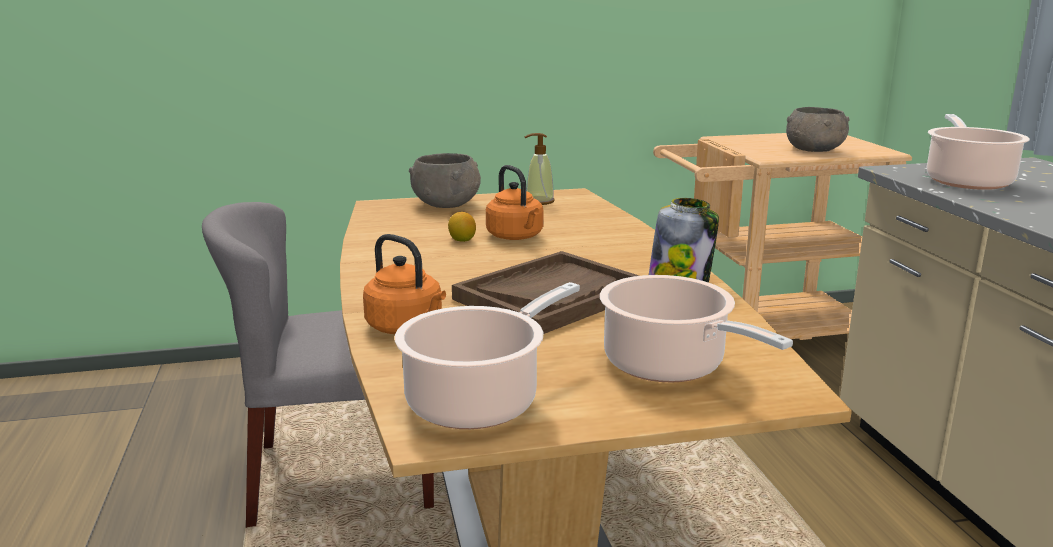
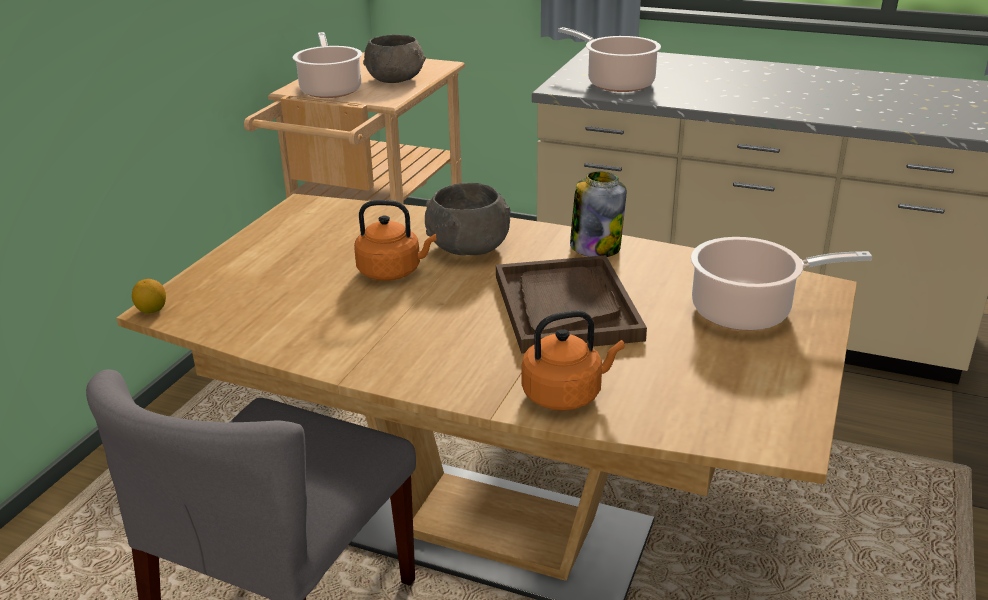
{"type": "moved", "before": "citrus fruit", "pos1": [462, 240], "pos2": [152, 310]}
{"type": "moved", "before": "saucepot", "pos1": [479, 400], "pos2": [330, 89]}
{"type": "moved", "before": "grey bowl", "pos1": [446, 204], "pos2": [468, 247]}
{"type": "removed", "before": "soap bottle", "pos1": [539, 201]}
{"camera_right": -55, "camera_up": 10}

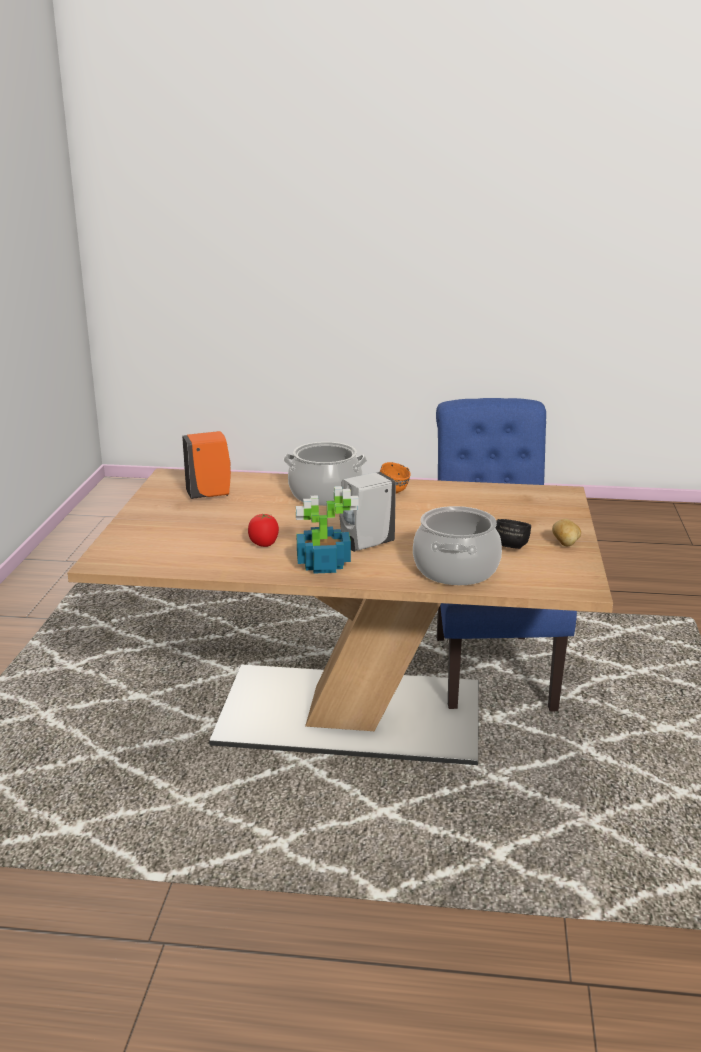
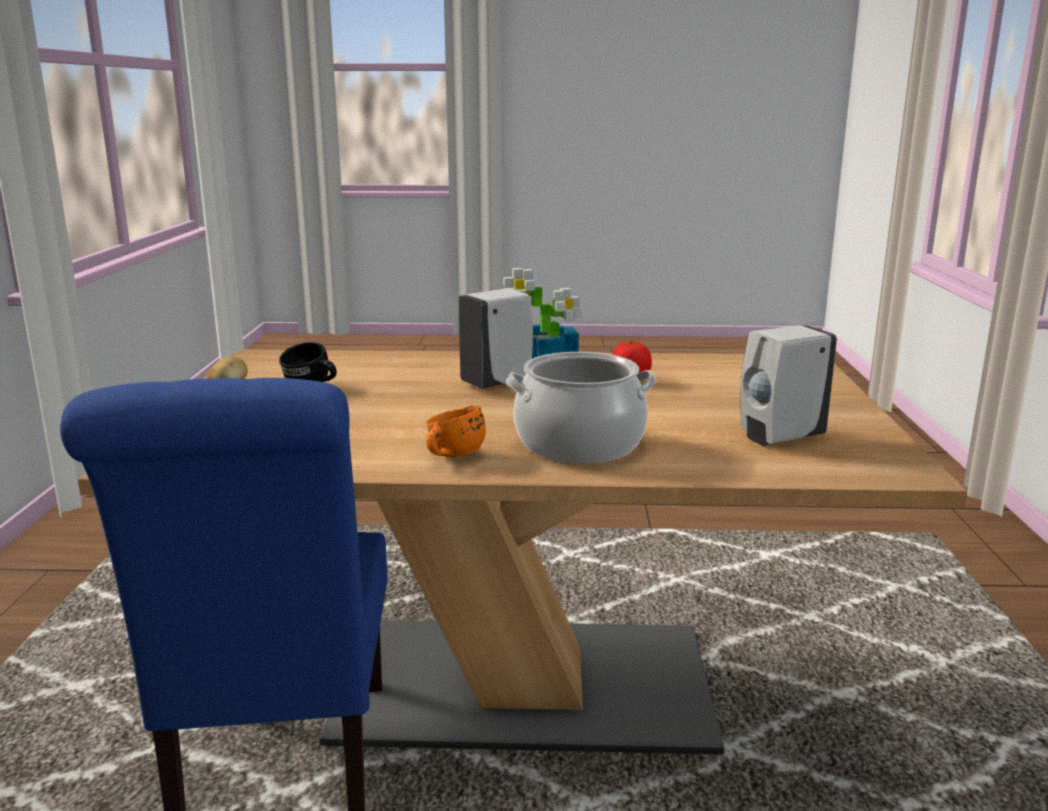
{"type": "recoloured", "before": "orange-coloured soap bottle", "after": "white-coloured soap bottle", "pos1": [210, 495], "pos2": [778, 438]}
{"type": "removed", "before": "saucepot", "pos1": [456, 570]}
{"camera_right": 175, "camera_up": -5}

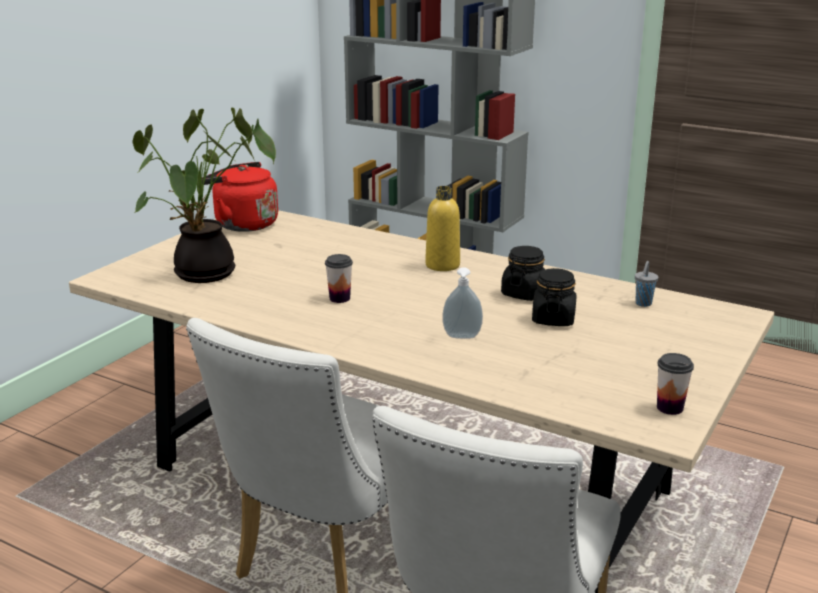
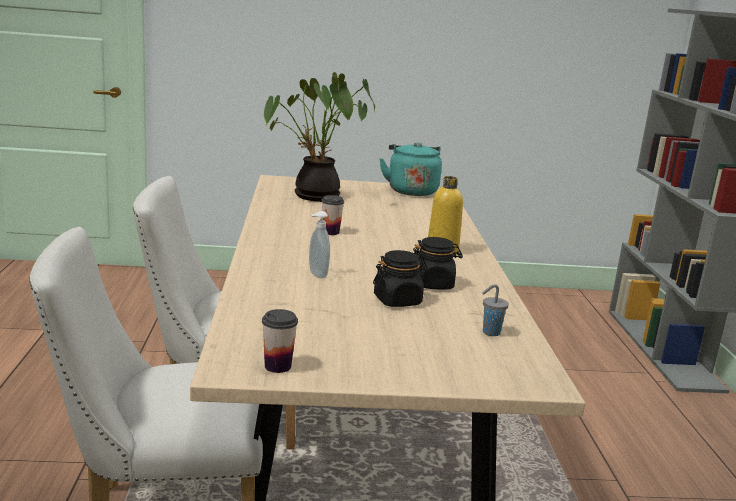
{"type": "recoloured", "before": "reddish kettle", "after": "turquoise kettle", "pos1": [242, 224], "pos2": [411, 190]}
{"camera_right": 55, "camera_up": -5}

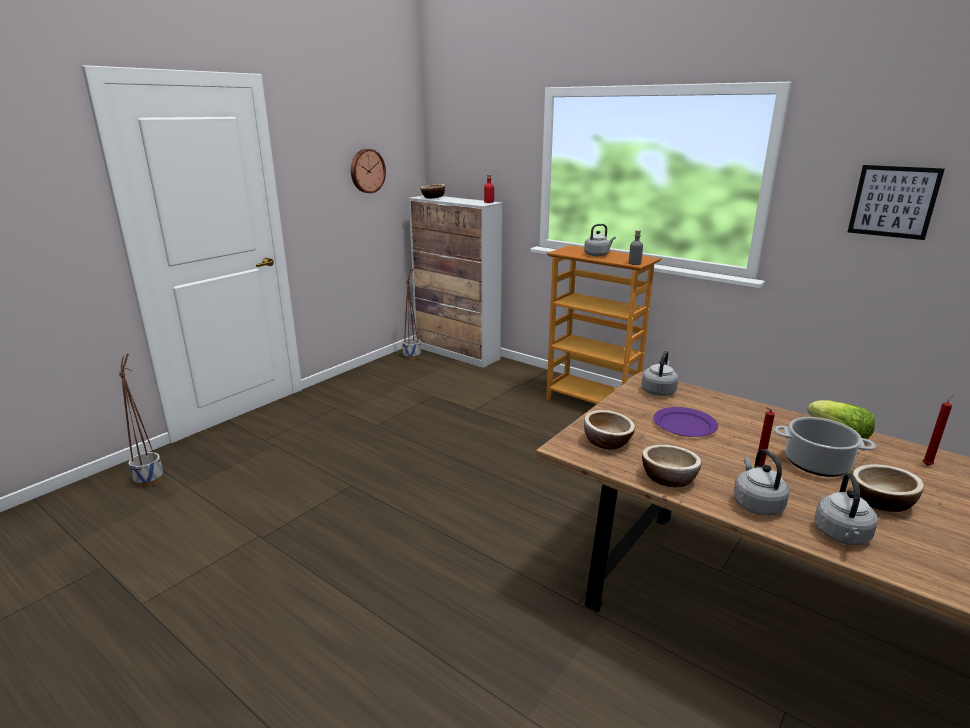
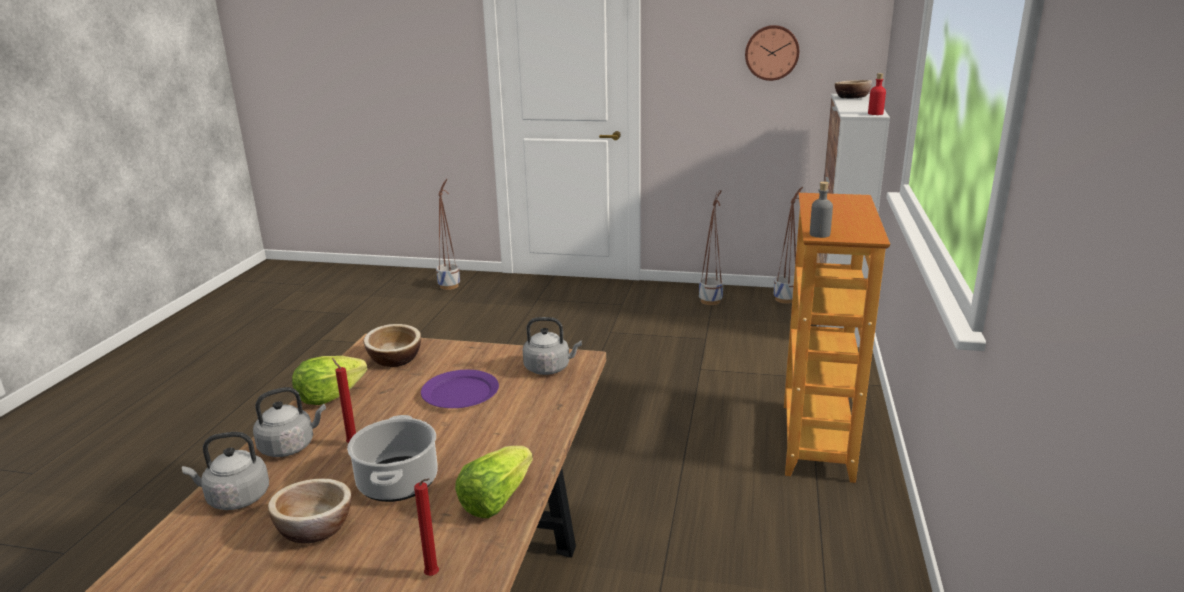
{"type": "replaced", "before": "bowl", "after": "head of lettuce", "pos1": [668, 478], "pos2": [329, 397]}
{"type": "added", "after": "plant pot", "pos2": [710, 301]}
{"type": "removed", "before": "grey kettle", "pos1": [598, 254]}
{"type": "removed", "before": "wall picture", "pos1": [893, 201]}
{"camera_right": 65, "camera_up": 0}

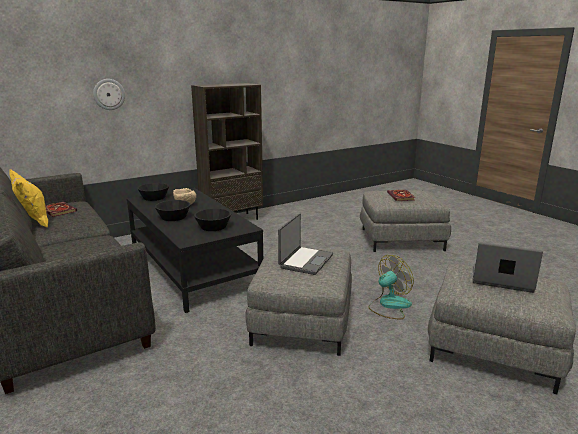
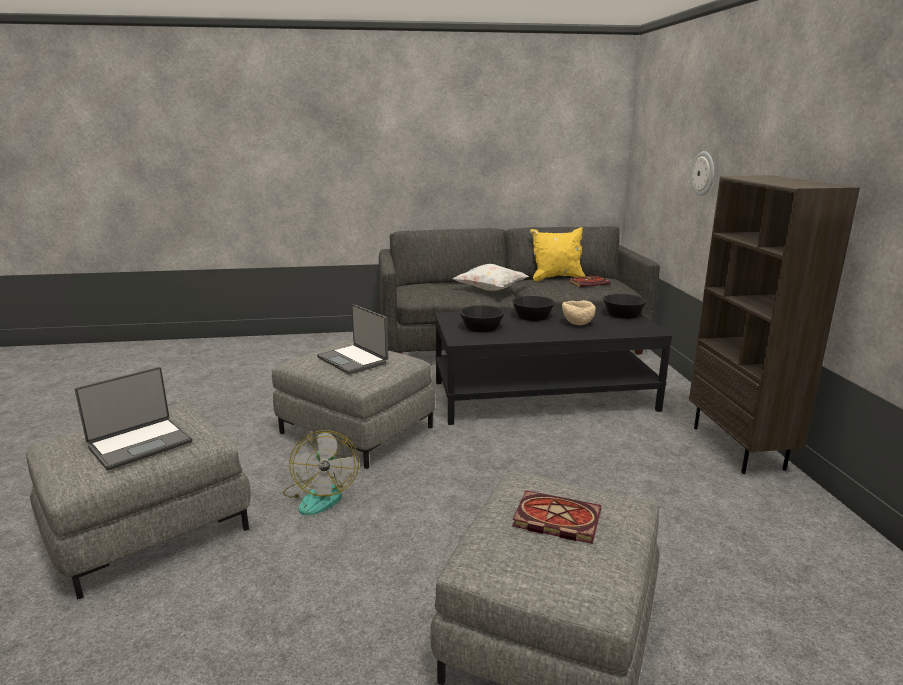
{"type": "added", "after": "white-coloured throw pillow", "pos2": [491, 290]}
{"camera_right": 115, "camera_up": 0}

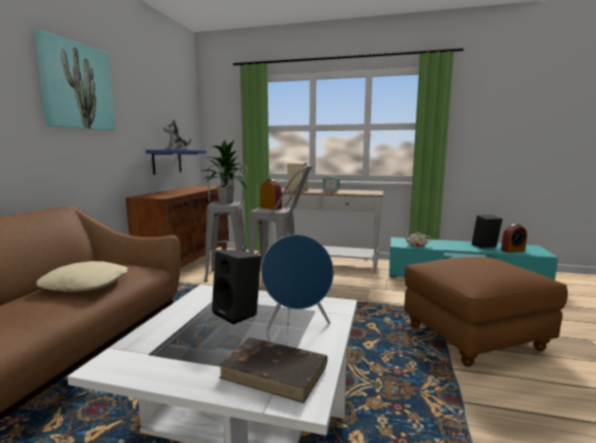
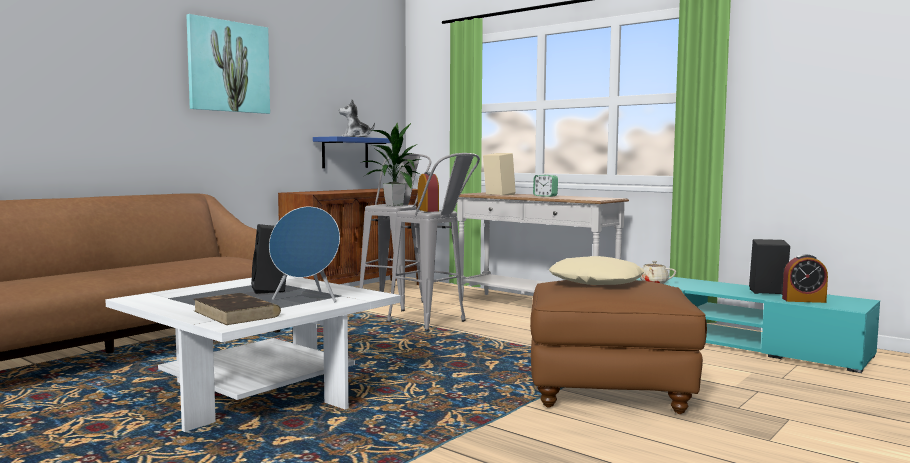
{"type": "moved", "before": "sand-coloured throw pillow", "pos1": [86, 284], "pos2": [596, 282]}
{"camera_right": 25, "camera_up": -5}

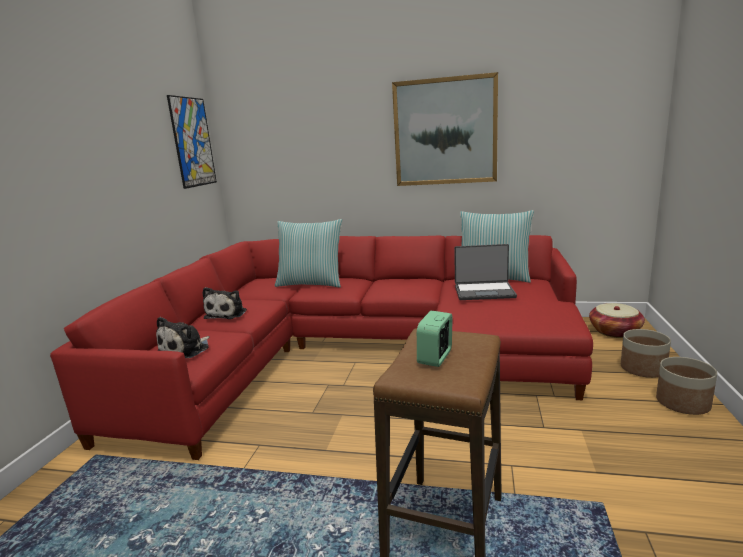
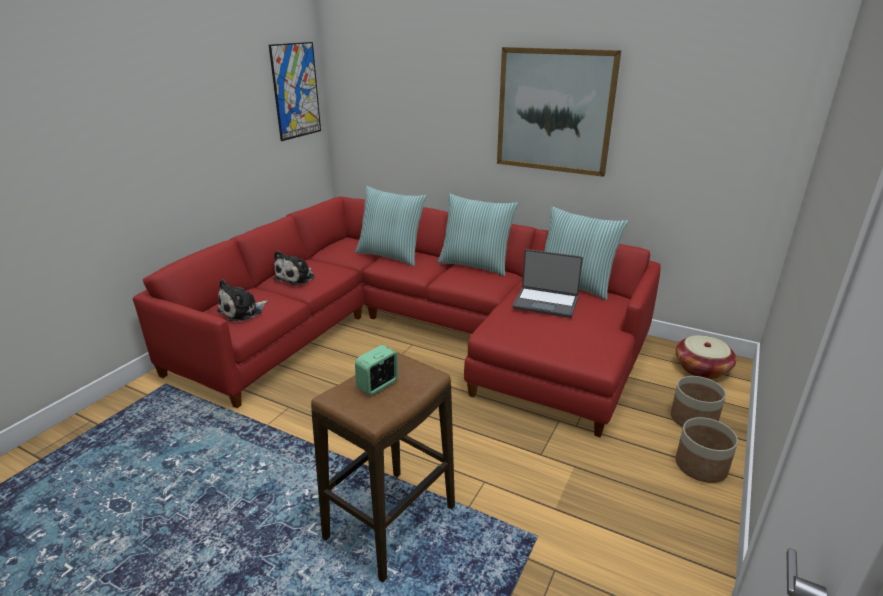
{"type": "added", "after": "throw pillow", "pos2": [475, 265]}
{"camera_right": 15, "camera_up": 10}

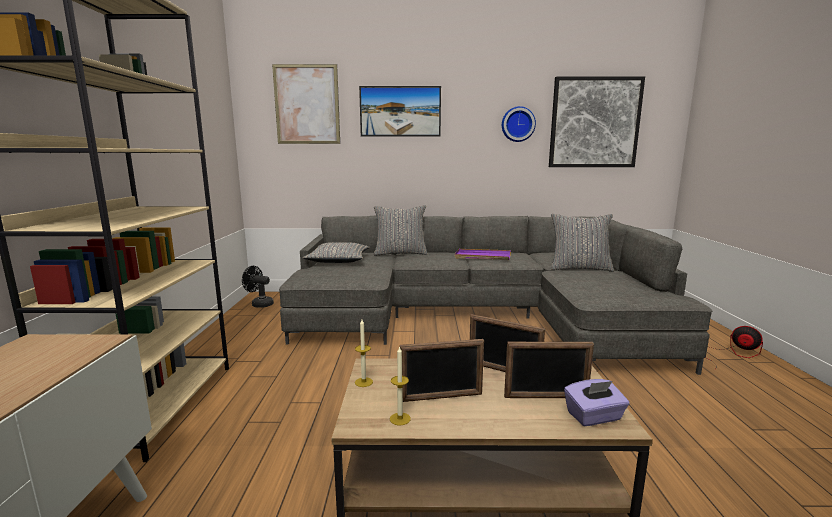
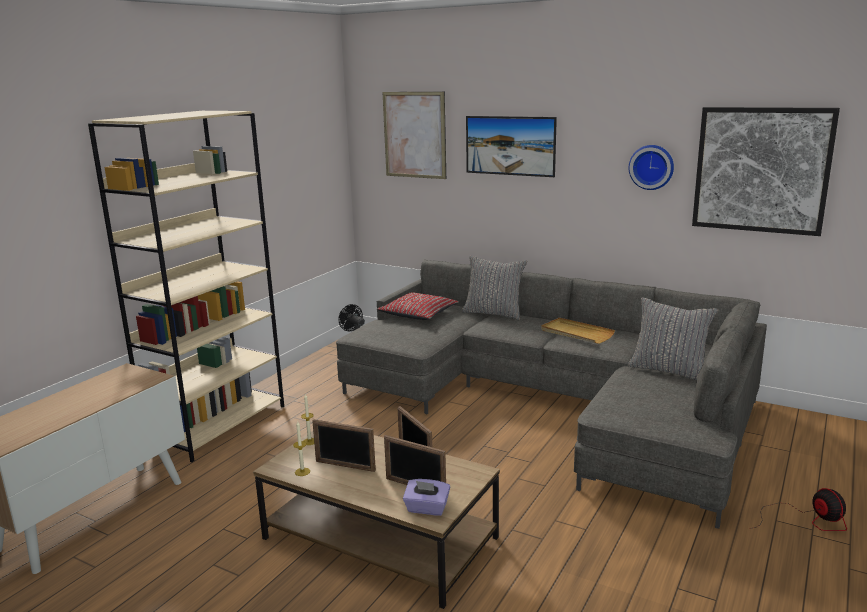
{"type": "recoloured", "before": "grey throw pillow", "after": "reddish throw pillow", "pos1": [338, 260], "pos2": [418, 314]}
{"type": "recoloured", "before": "purple serving tray", "after": "sand-coloured serving tray", "pos1": [482, 257], "pos2": [576, 333]}
{"camera_right": 30, "camera_up": 5}

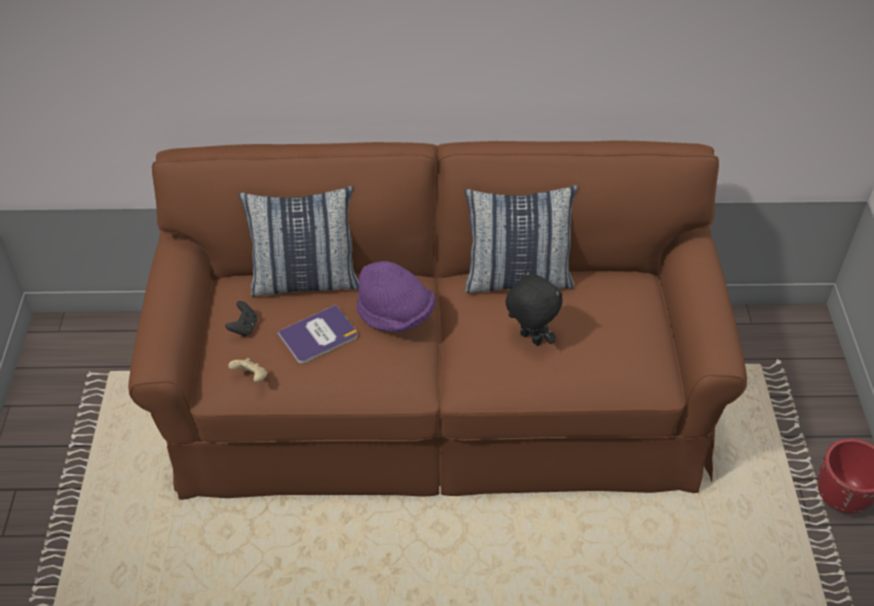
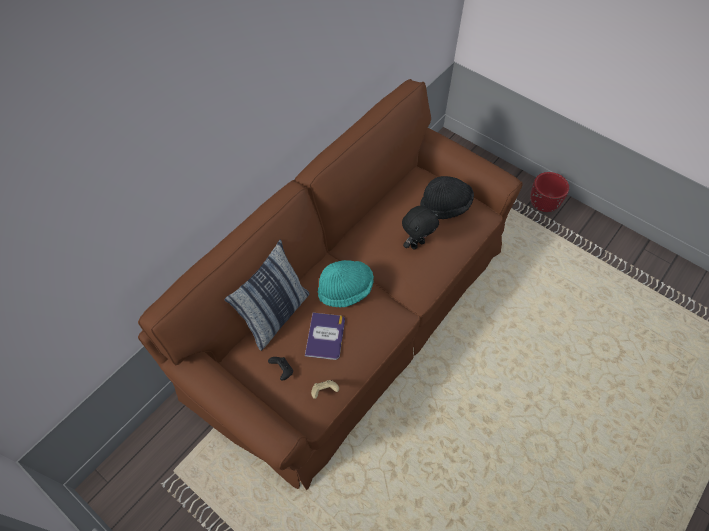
{"type": "recoloured", "before": "purple clothing hat", "after": "turquoise clothing hat", "pos1": [395, 315], "pos2": [345, 290]}
{"type": "turned", "before": "black cuddly toy", "pos1": [529, 339], "pos2": [417, 244], "turn": 150}
{"type": "added", "after": "black clothing hat", "pos2": [445, 206]}
{"type": "removed", "before": "throw pillow", "pos1": [517, 279]}
{"camera_right": -50, "camera_up": 10}

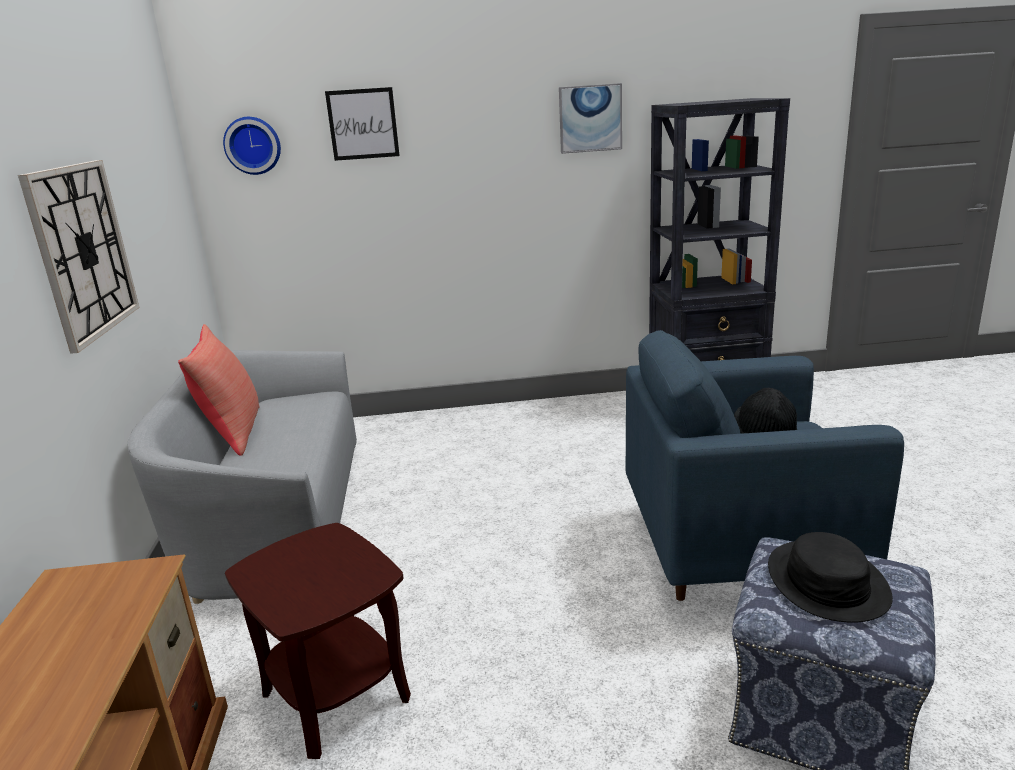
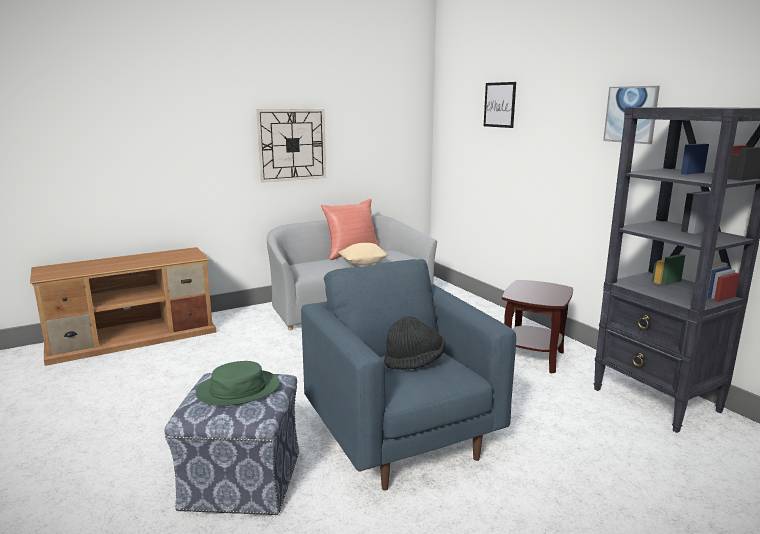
{"type": "recoloured", "before": "black clothing hat", "after": "greenish clothing hat", "pos1": [826, 582], "pos2": [238, 389]}
{"type": "added", "after": "sand-coloured throw pillow", "pos2": [363, 264]}
{"type": "moved", "before": "brown-coloured end table", "pos1": [335, 696], "pos2": [532, 357]}
{"type": "removed", "before": "hanging clock", "pos1": [253, 145]}
{"camera_right": 65, "camera_up": -5}

